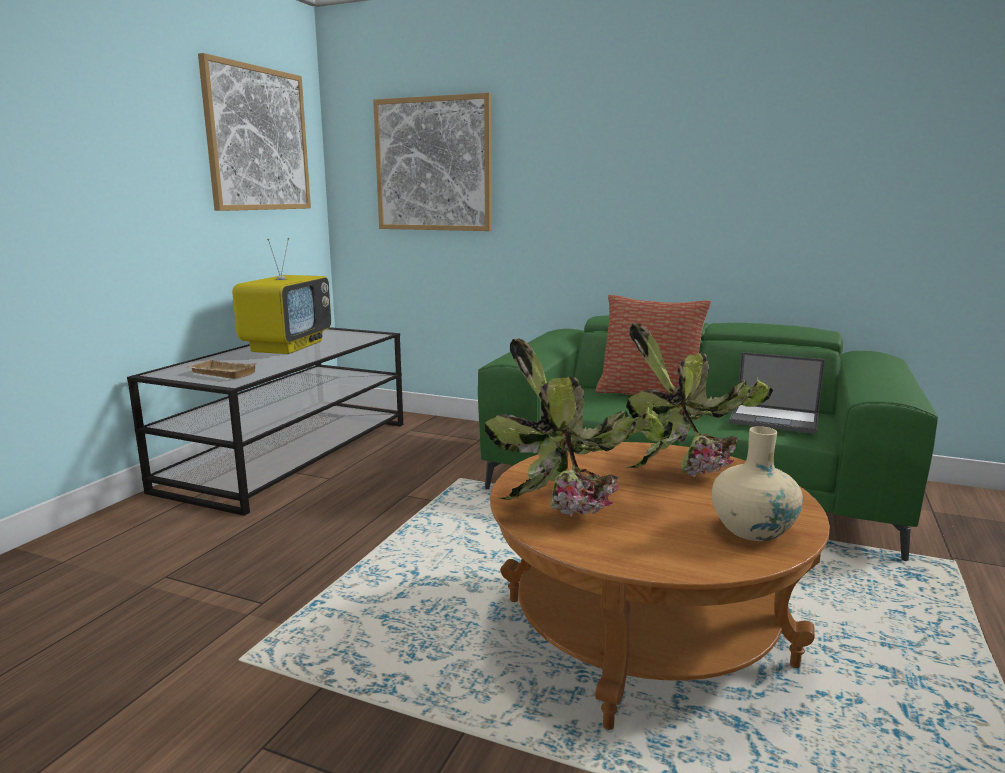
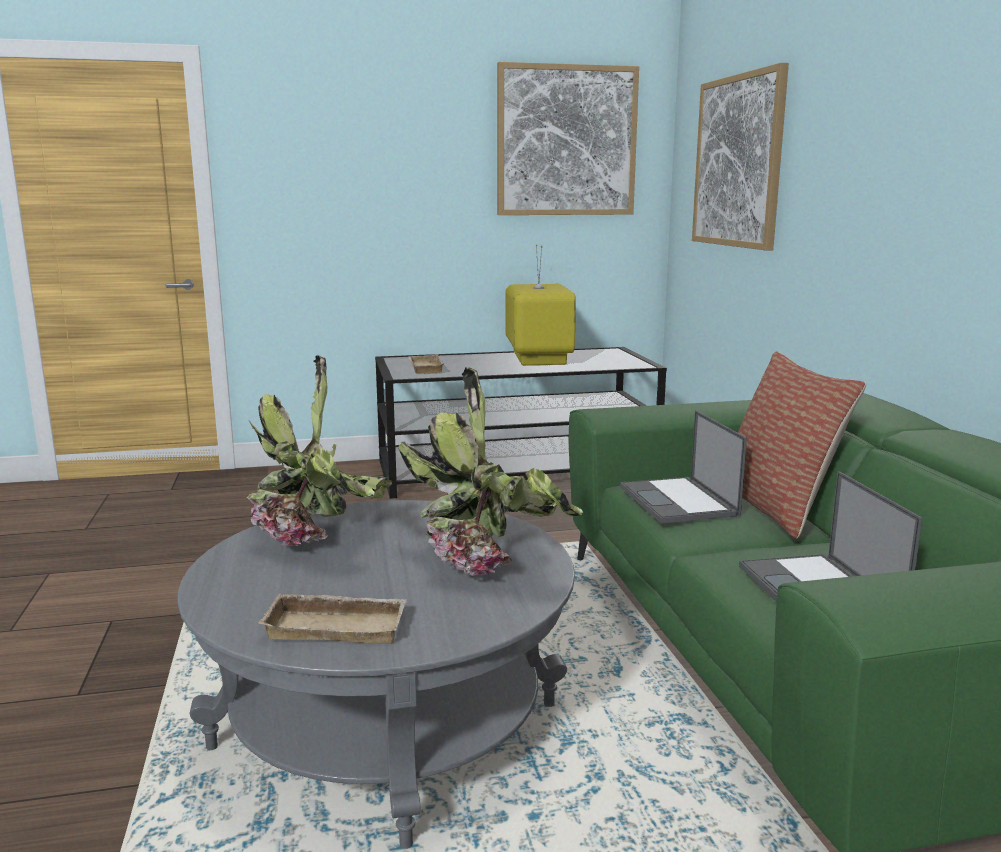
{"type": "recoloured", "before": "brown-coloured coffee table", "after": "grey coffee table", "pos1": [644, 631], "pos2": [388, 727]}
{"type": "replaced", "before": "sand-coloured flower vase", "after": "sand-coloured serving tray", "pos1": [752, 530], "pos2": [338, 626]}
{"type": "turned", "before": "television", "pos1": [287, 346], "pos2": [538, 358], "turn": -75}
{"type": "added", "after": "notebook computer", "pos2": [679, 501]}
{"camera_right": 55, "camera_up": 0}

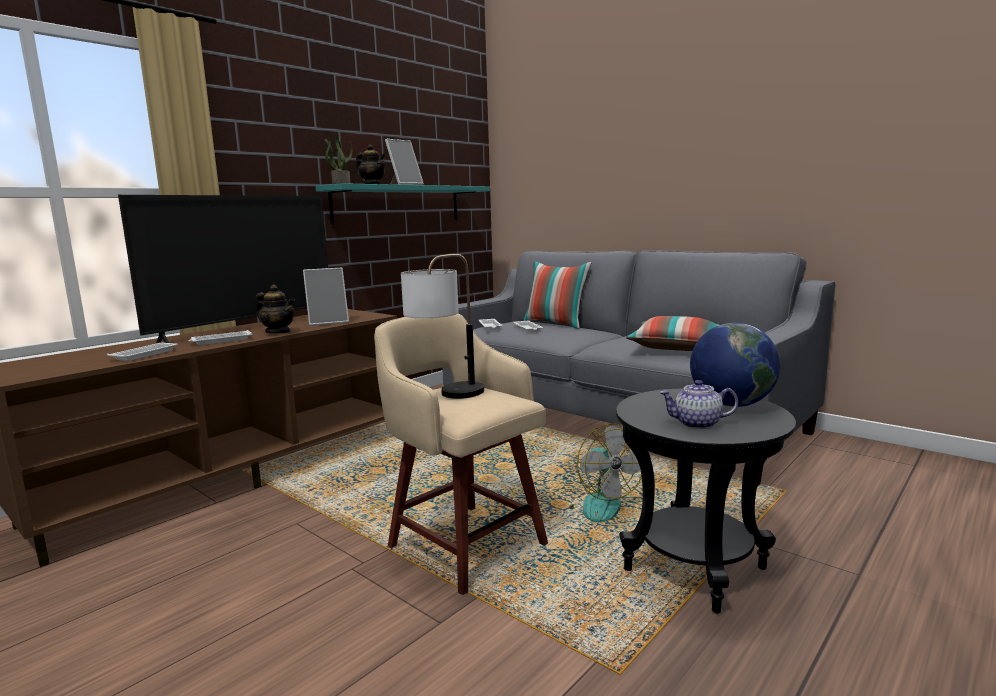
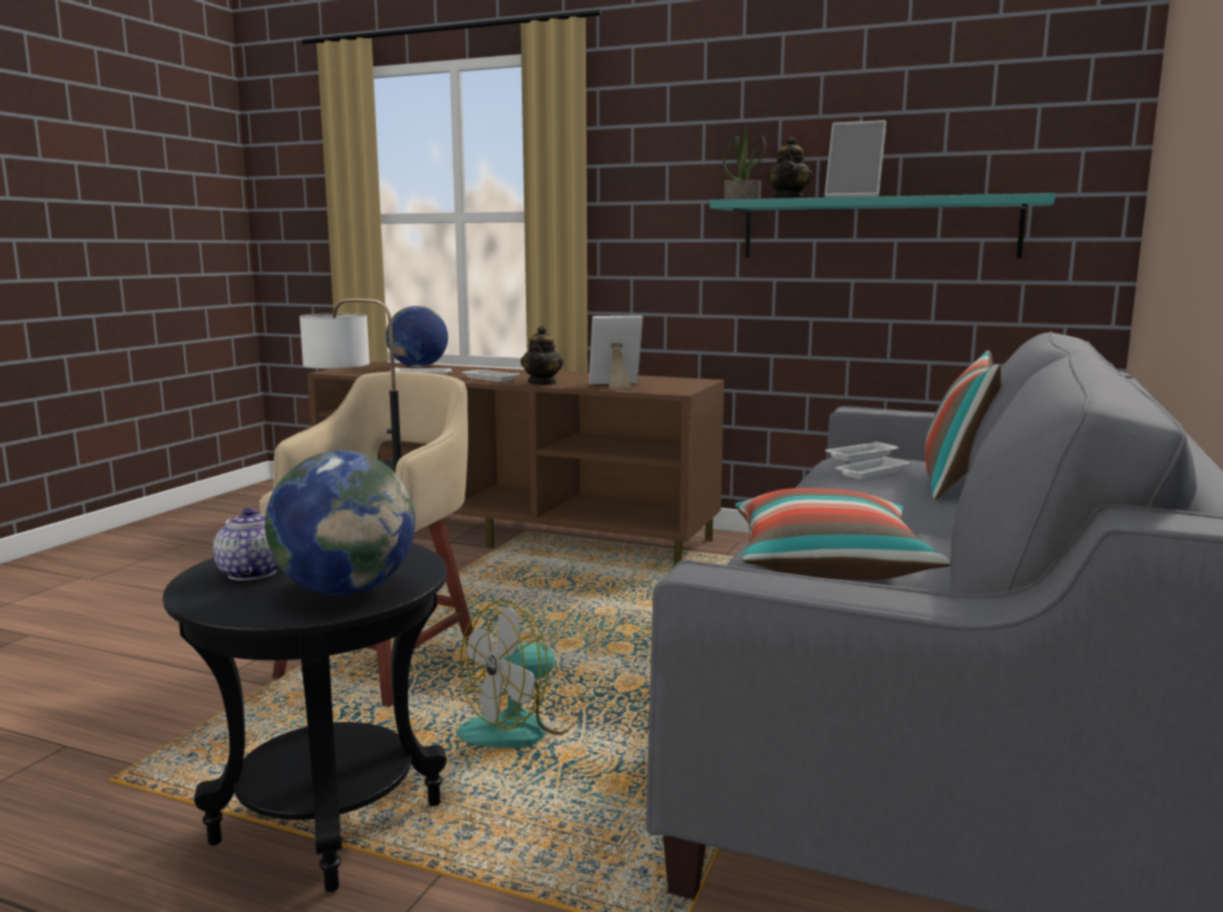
{"type": "added", "after": "globe", "pos2": [418, 367]}
{"type": "turned", "before": "picture frame", "pos1": [328, 322], "pos2": [615, 386], "turn": 120}
{"type": "removed", "before": "television", "pos1": [248, 328]}
{"camera_right": 70, "camera_up": 0}

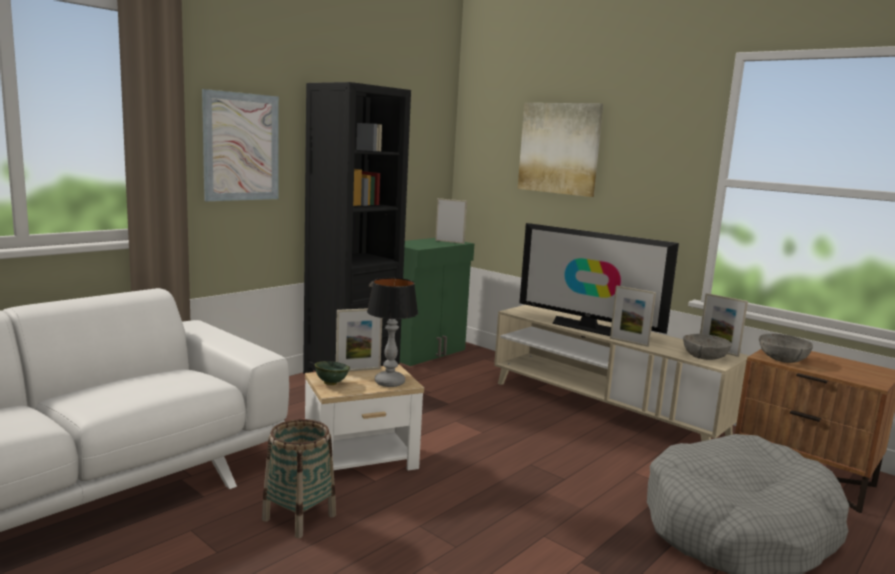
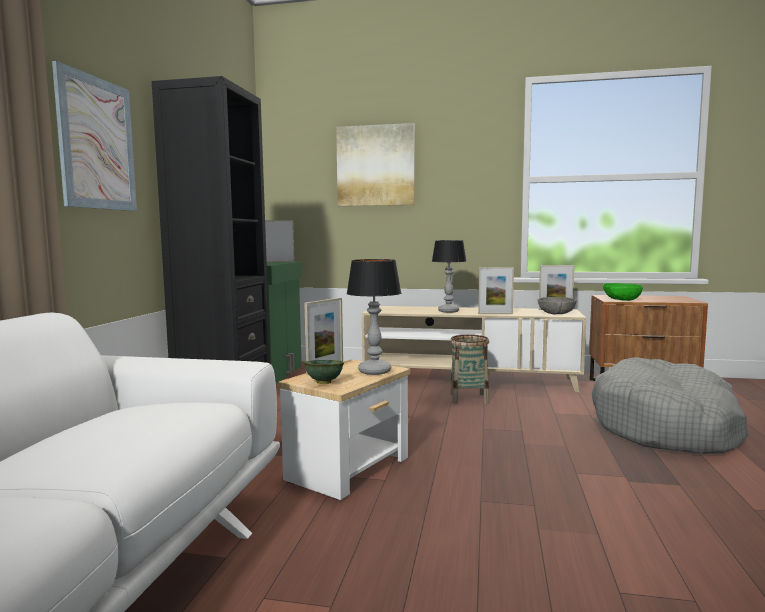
{"type": "replaced", "before": "television", "after": "lamp for a table", "pos1": [588, 327], "pos2": [449, 311]}
{"type": "moved", "before": "basket", "pos1": [299, 517], "pos2": [468, 398]}
{"type": "recoloured", "before": "grey bowl", "after": "greenish bowl", "pos1": [782, 359], "pos2": [622, 299]}
{"camera_right": -30, "camera_up": -5}

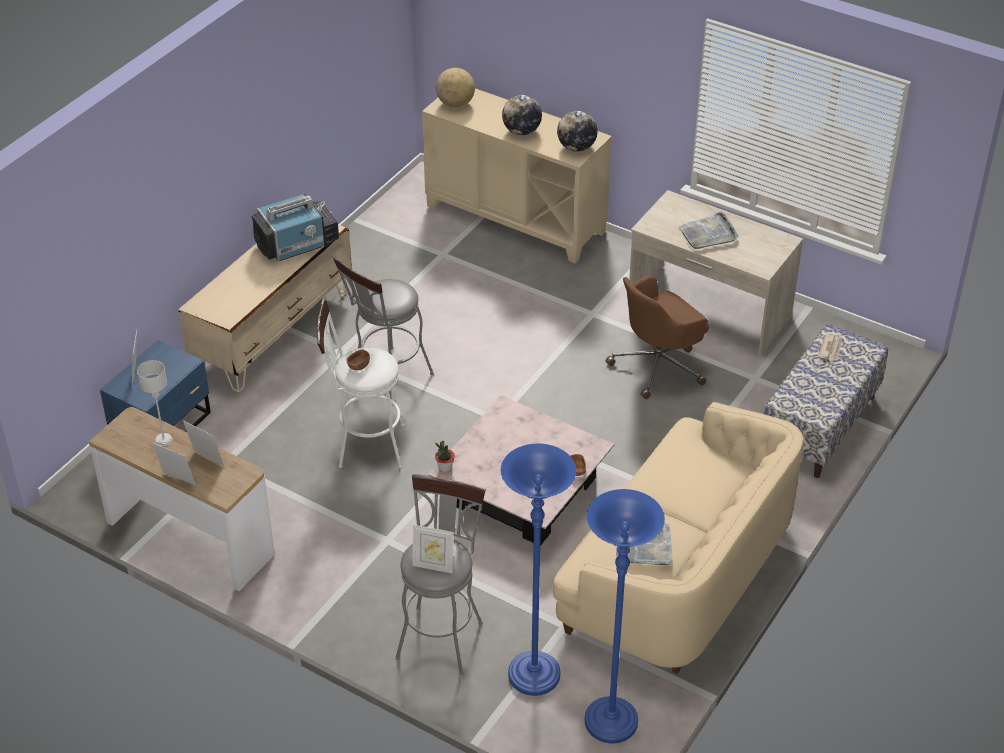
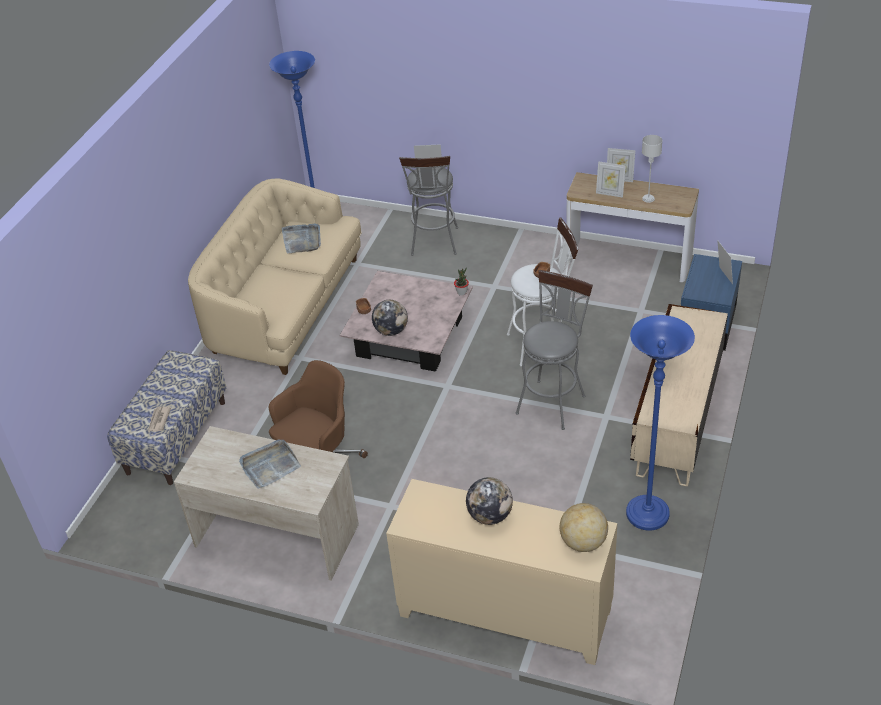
{"type": "moved", "before": "globe", "pos1": [576, 147], "pos2": [391, 331]}
{"type": "moved", "before": "blue standing lamp", "pos1": [534, 675], "pos2": [647, 514]}
{"type": "removed", "before": "television", "pos1": [297, 243]}
{"camera_right": 170, "camera_up": 0}

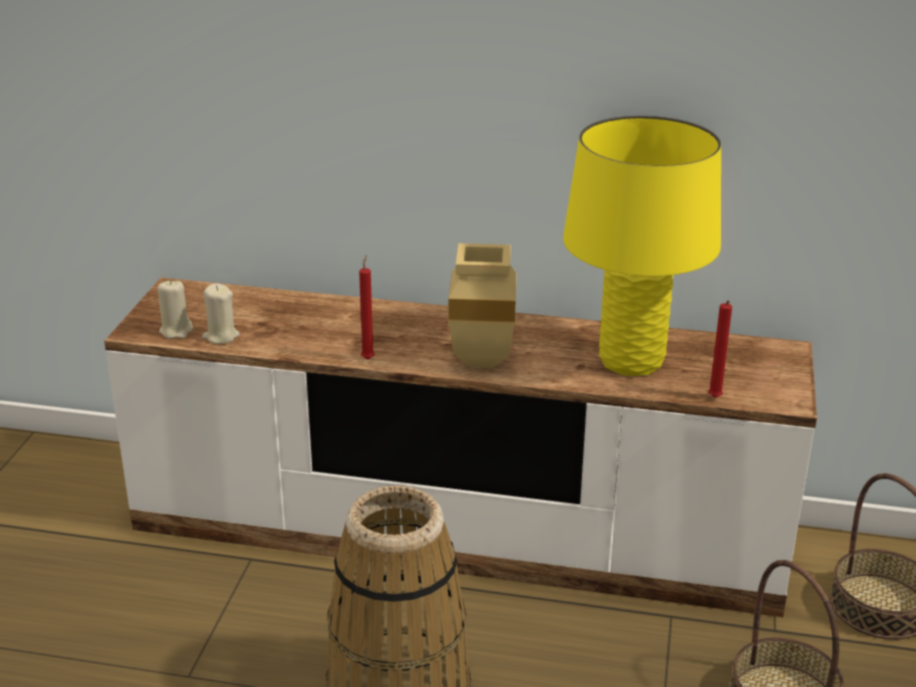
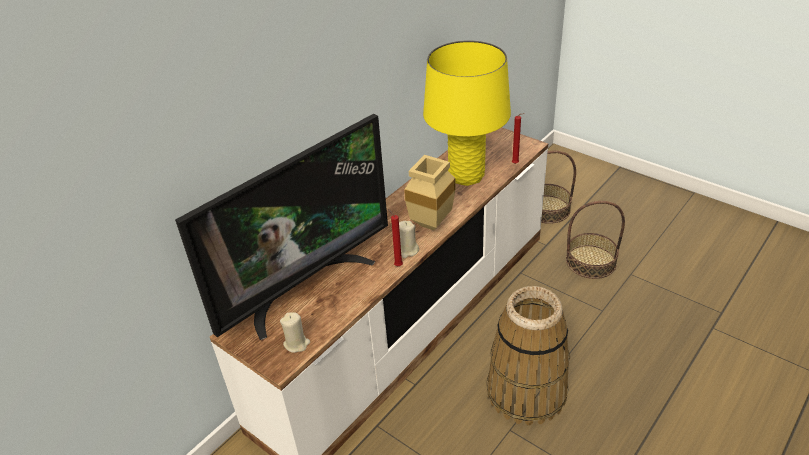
{"type": "added", "after": "television", "pos2": [304, 286]}
{"type": "moved", "before": "sand-coloured wax light", "pos1": [221, 336], "pos2": [407, 251]}
{"camera_right": -60, "camera_up": 10}

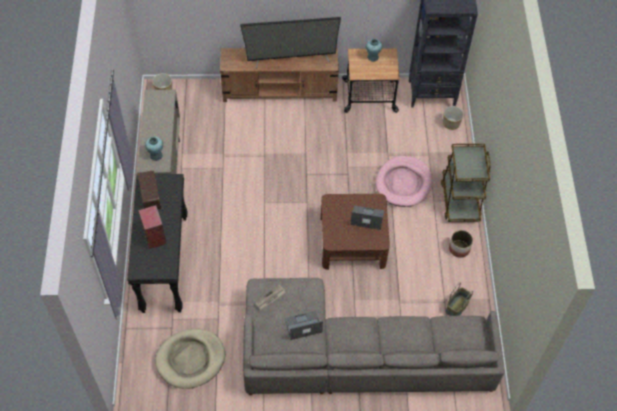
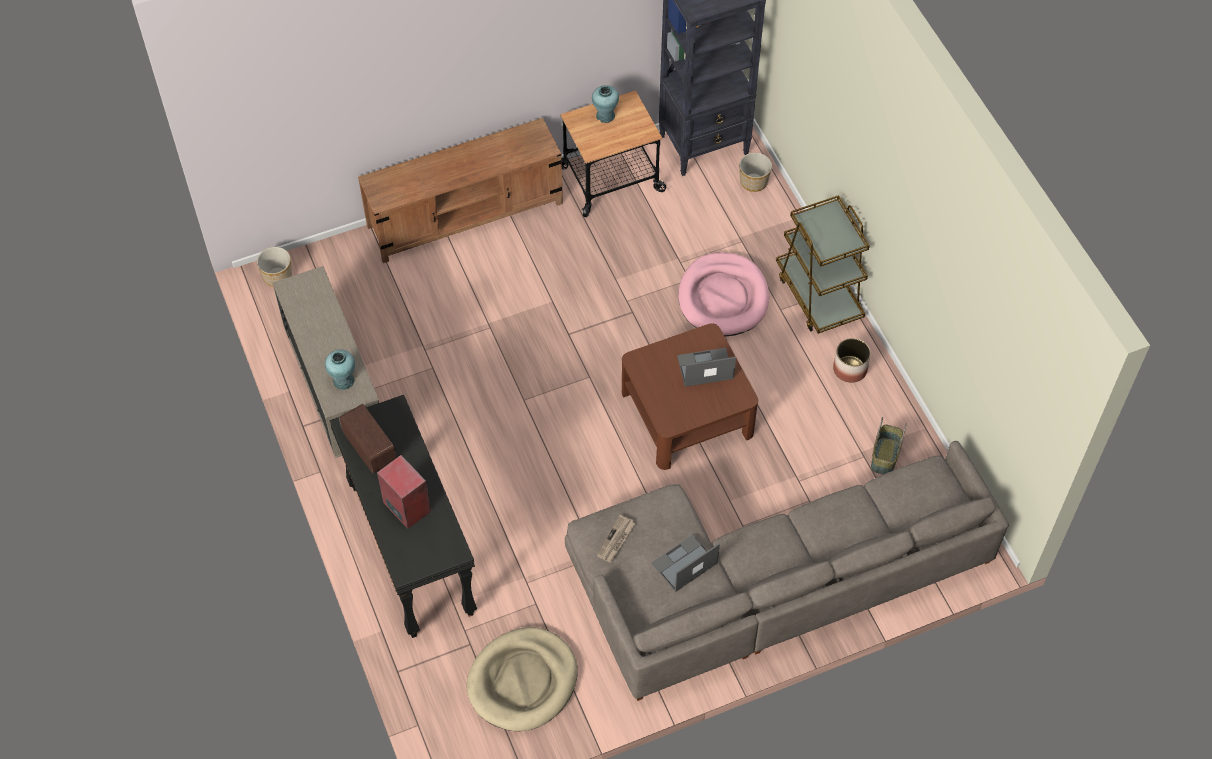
{"type": "removed", "before": "television", "pos1": [291, 58]}
{"camera_right": -20, "camera_up": 0}

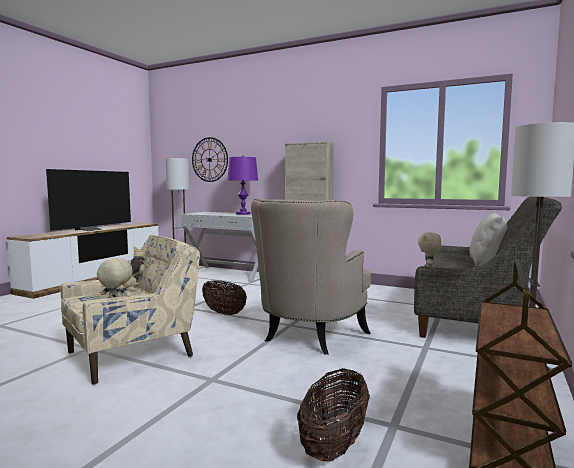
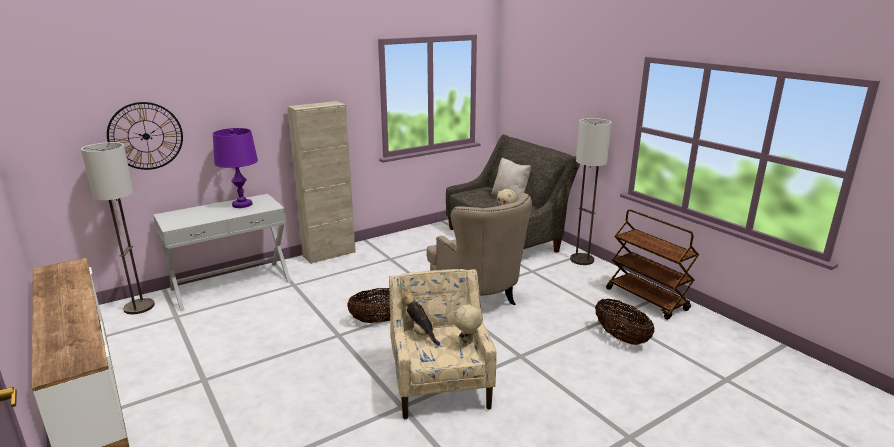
{"type": "removed", "before": "television", "pos1": [91, 230]}
{"camera_right": -60, "camera_up": 15}

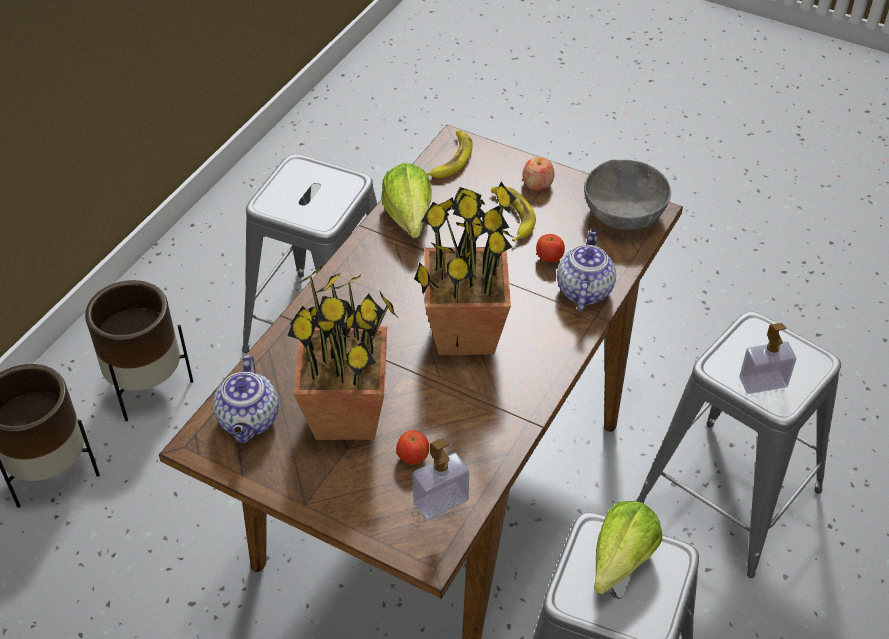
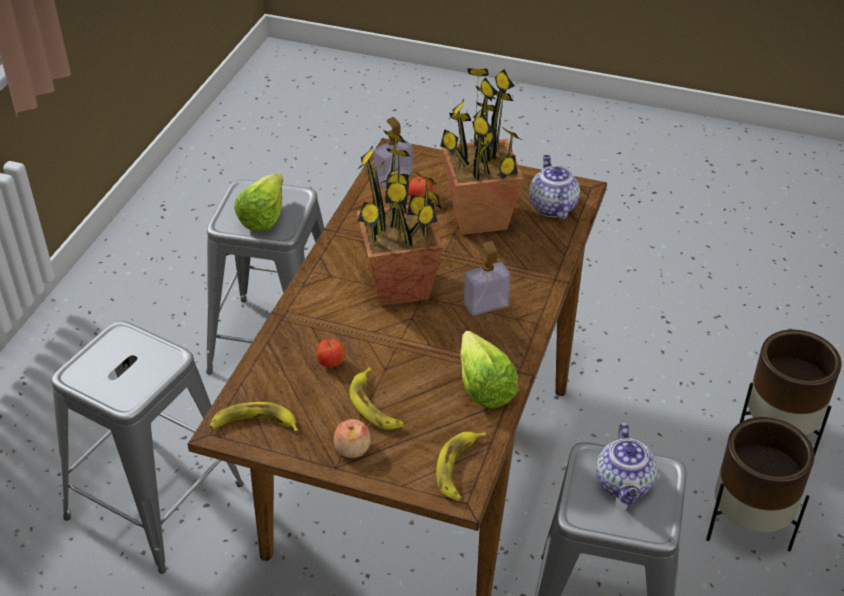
{"type": "replaced", "before": "grey bowl", "after": "banana", "pos1": [624, 213], "pos2": [254, 424]}
{"type": "moved", "before": "soap bottle", "pos1": [763, 382], "pos2": [486, 304]}
{"type": "moved", "before": "pot for tea", "pos1": [583, 290], "pos2": [624, 485]}
{"camera_right": 170, "camera_up": -5}

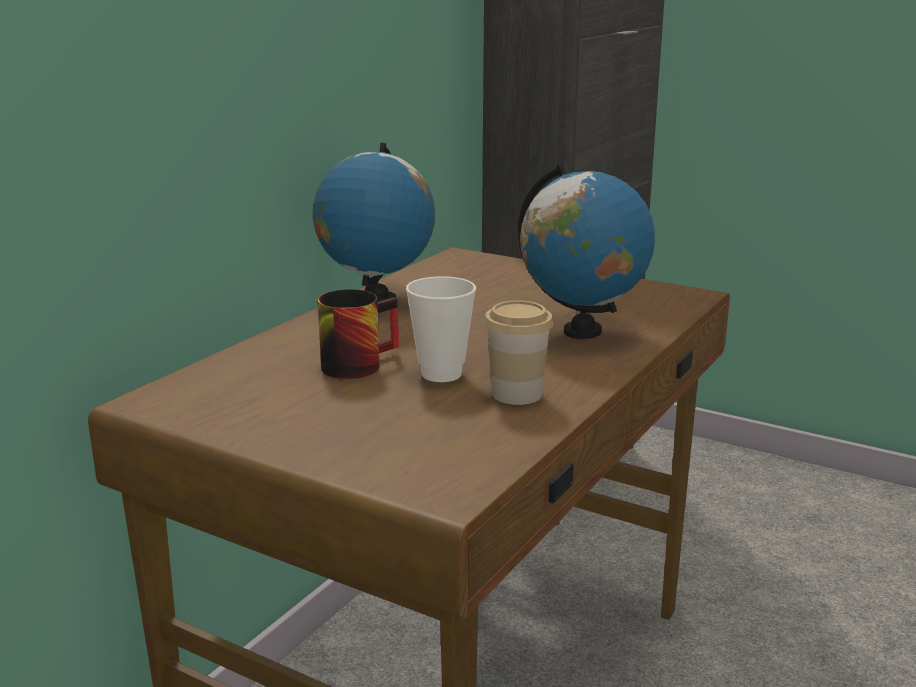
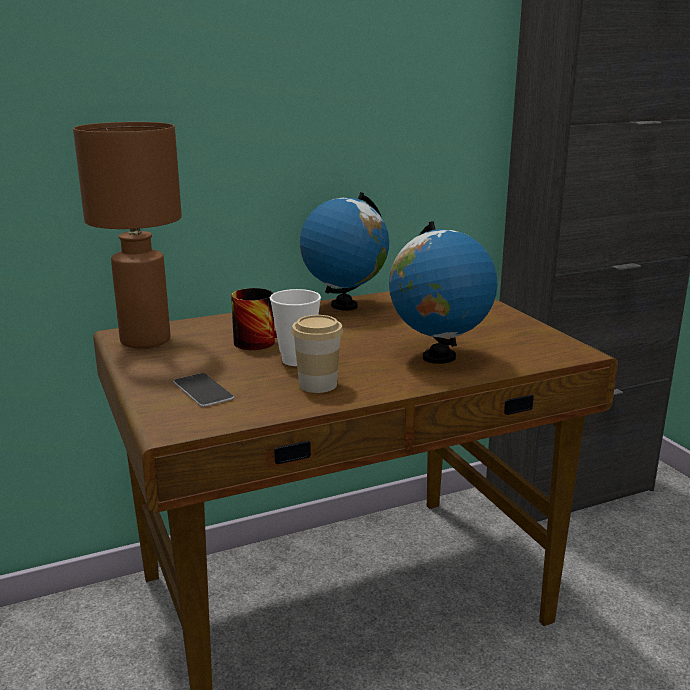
{"type": "added", "after": "brown-coloured lamp for a table", "pos2": [145, 341]}
{"type": "added", "after": "handset", "pos2": [203, 390]}
{"camera_right": 35, "camera_up": 0}

